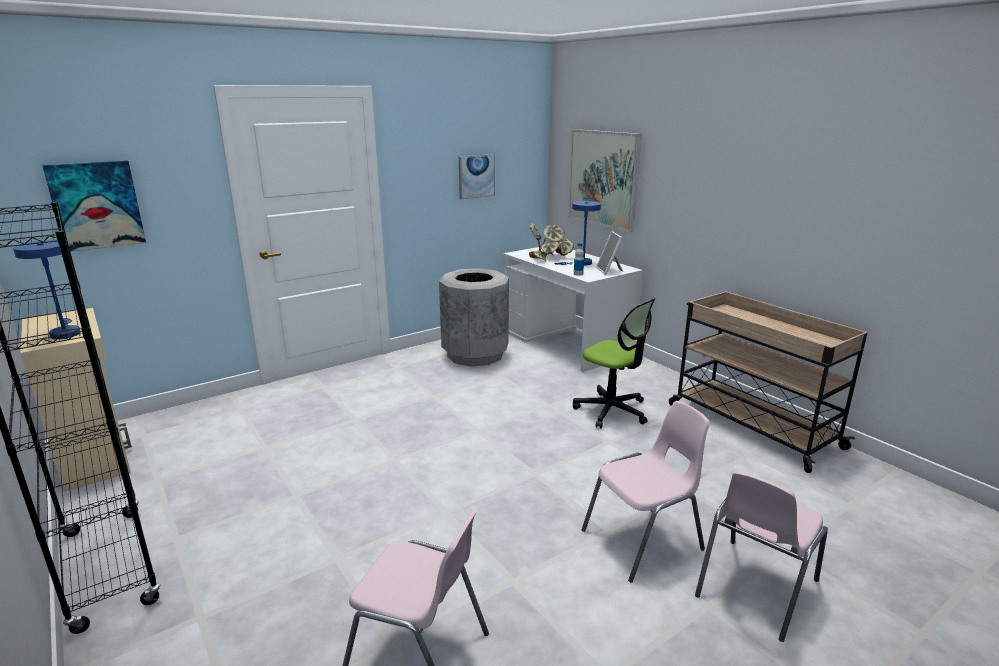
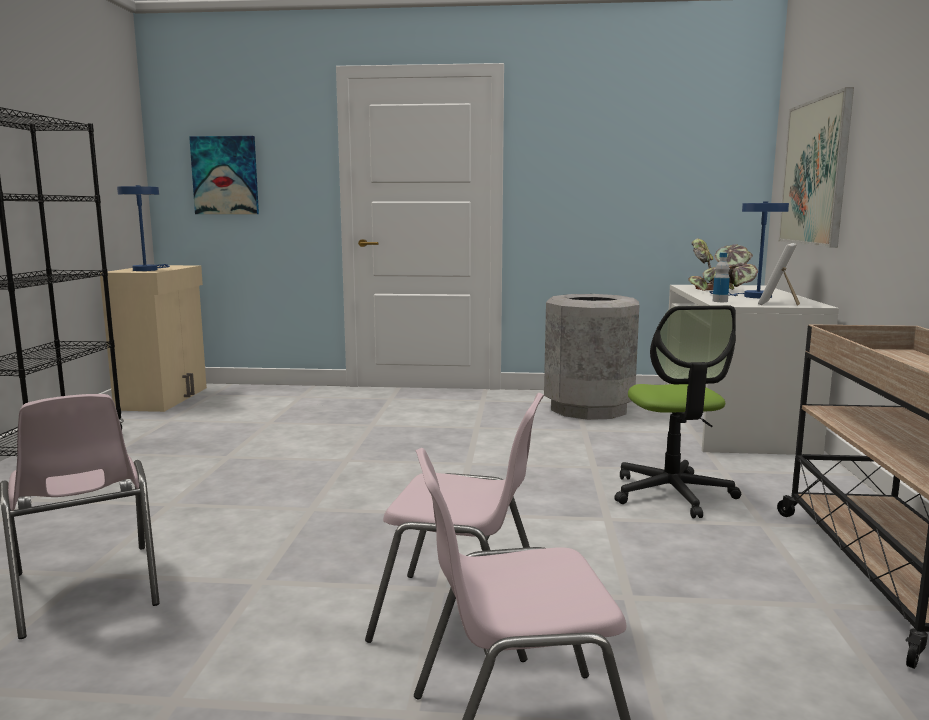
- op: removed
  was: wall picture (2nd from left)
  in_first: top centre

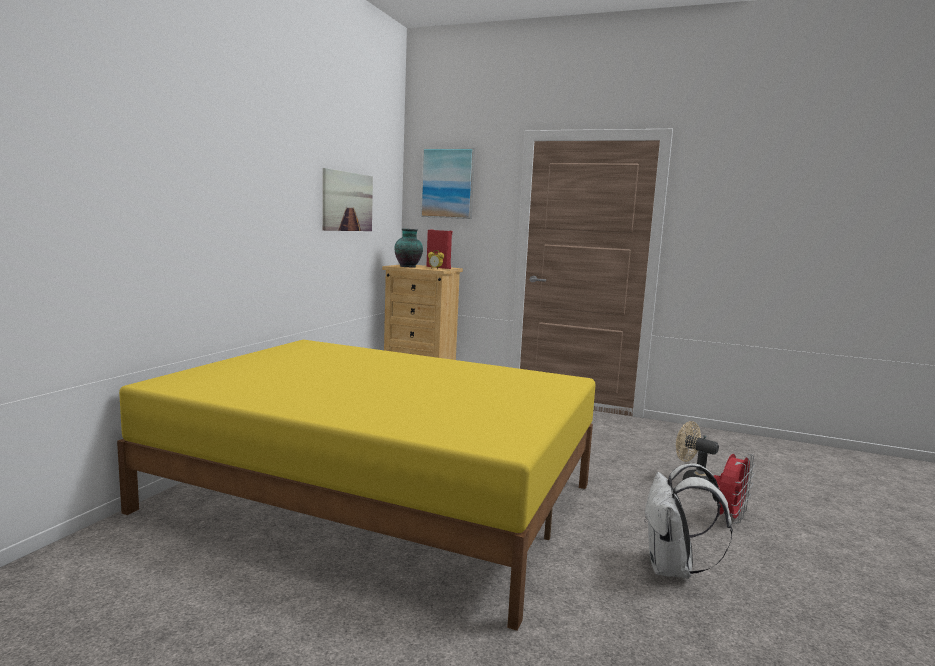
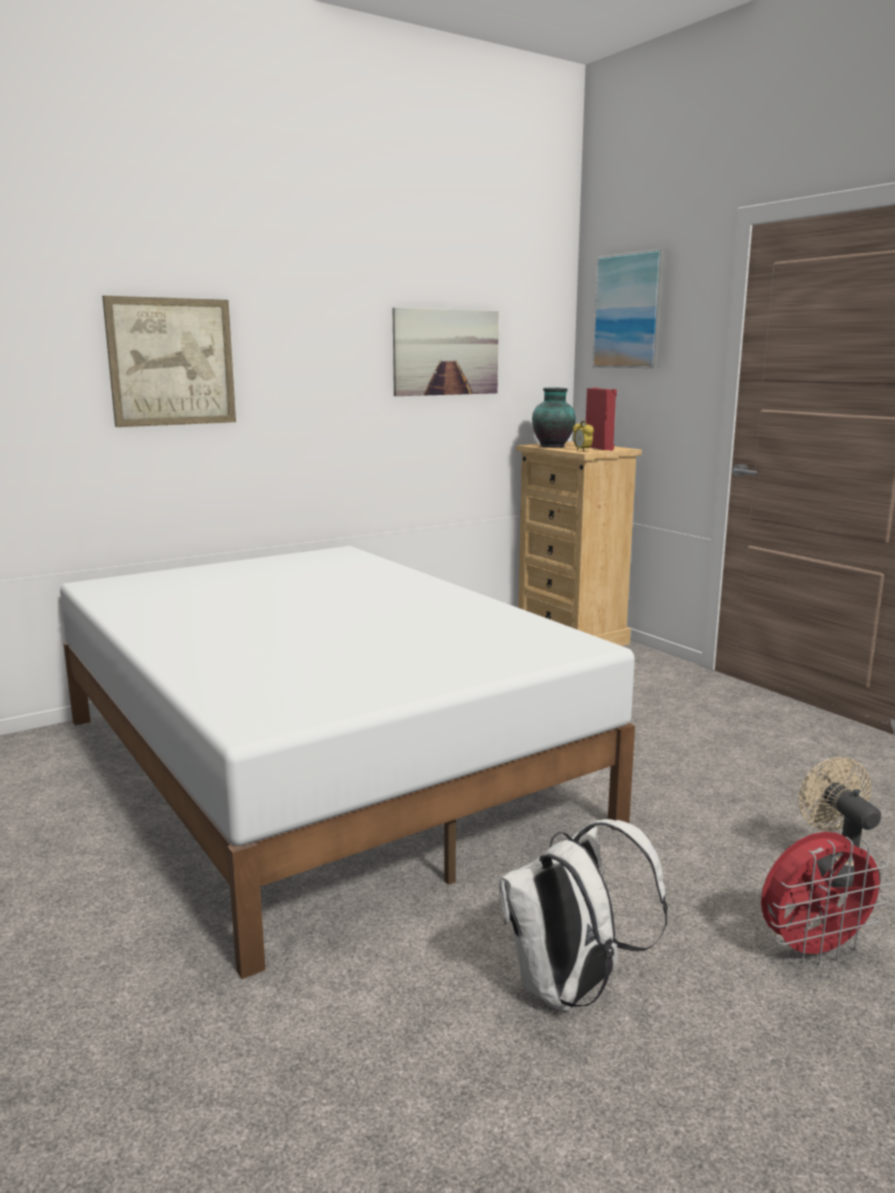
- op: recoloured
  was: sleeping bed/yellow-coloured
  now: sleeping bed/white
  in_first: bottom centre
  in_second: centre
- op: added
  now: wall picture (1st from left)
  in_second: top left

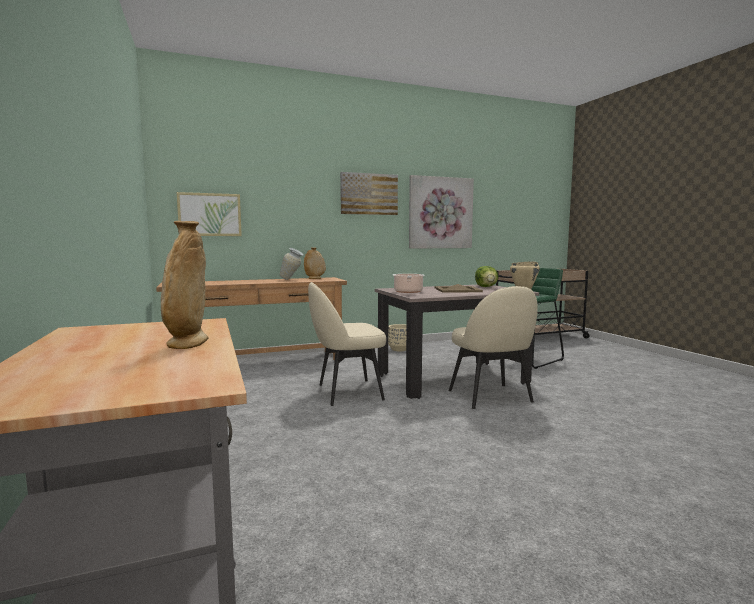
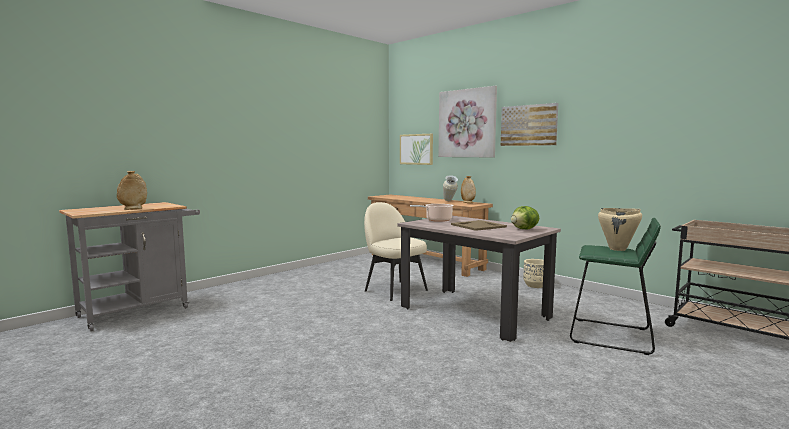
- op: moved
  was: wall picture (3rd from left in the first image)
  now: wall picture (2nd from left)
  in_first: centre
  in_second: top centre
- op: removed
  was: chair/sand-coloured (2nd from left)
  in_first: centre

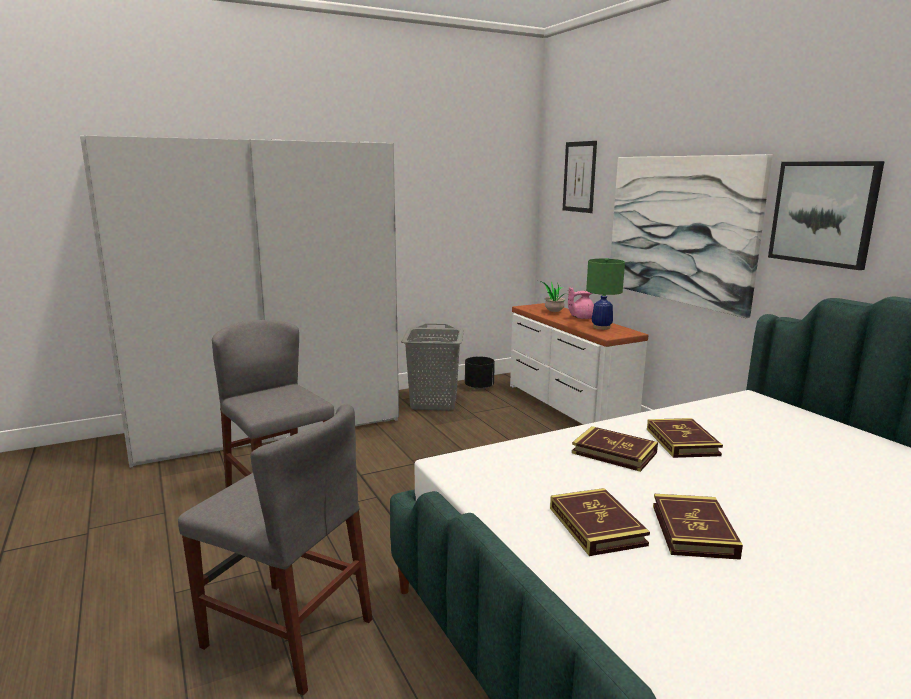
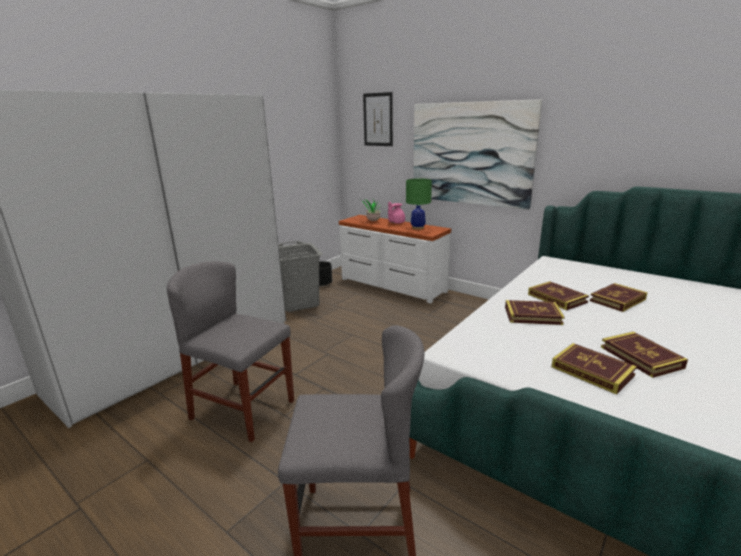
- op: removed
  was: wall picture (3rd from left)
  in_first: top right
- op: added
  now: bound book (4th from left)
  in_second: middle right

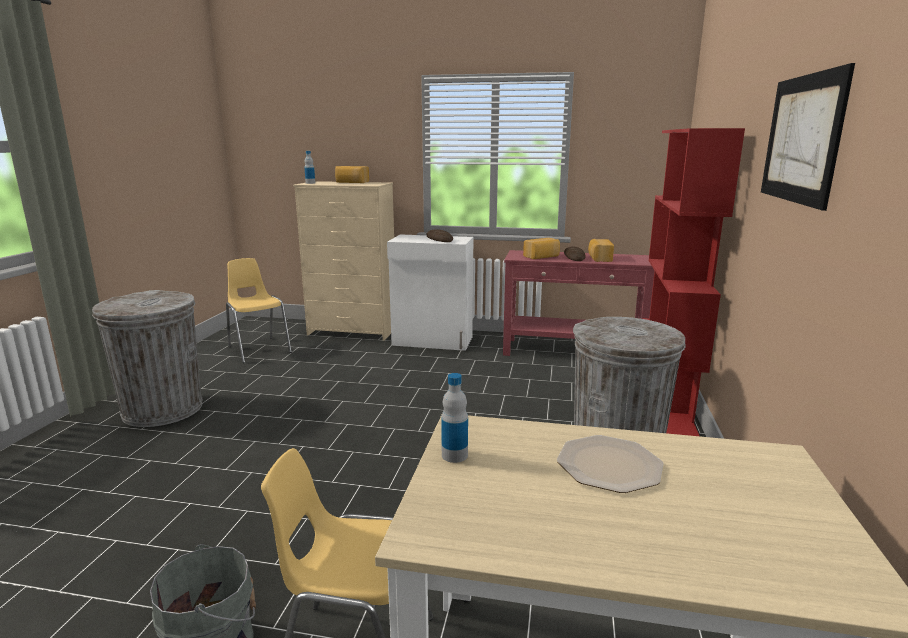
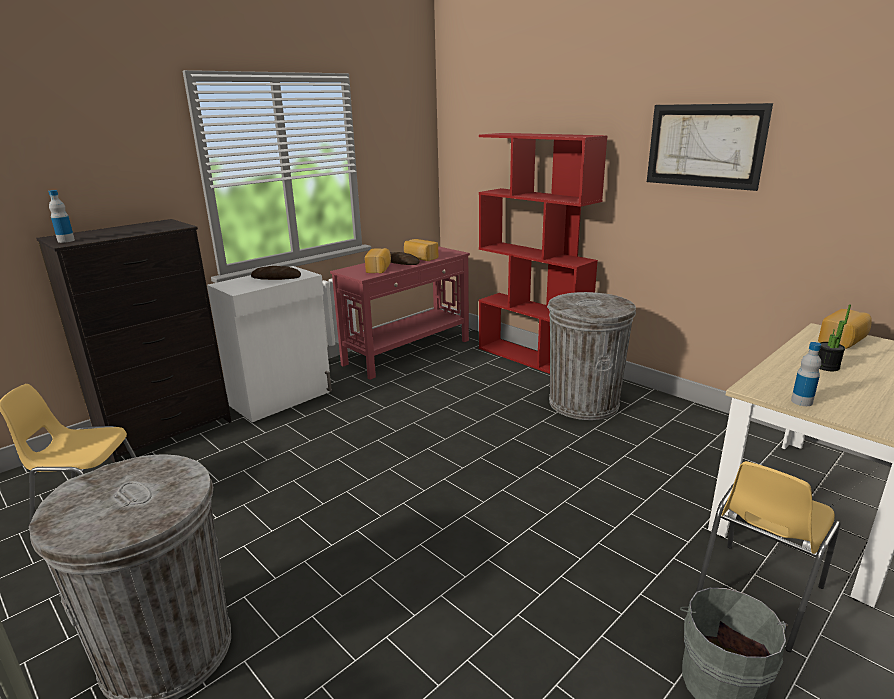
- op: moved
  was: bread (1st from left in the first image)
  now: bread (5th from left)
  in_first: top centre
  in_second: middle right
- op: recoloured
  was: drawer chest/sand-coloured
  now: drawer chest/blackish
  in_first: centre
  in_second: middle left
- op: replaced
  was: dinner plate
  now: houseplant
  in_first: bottom right
  in_second: middle right

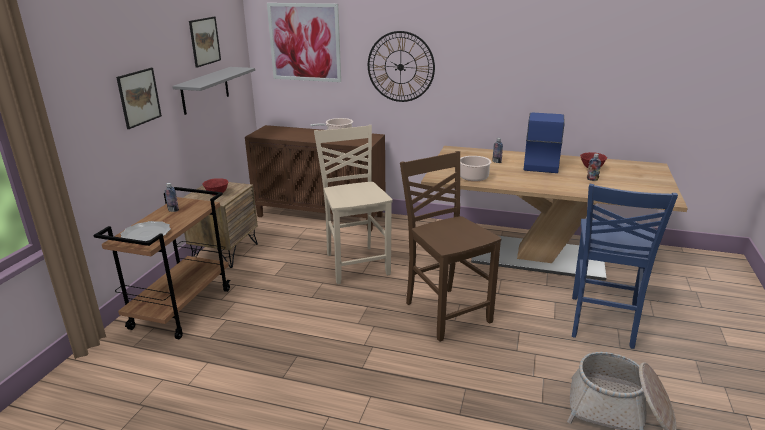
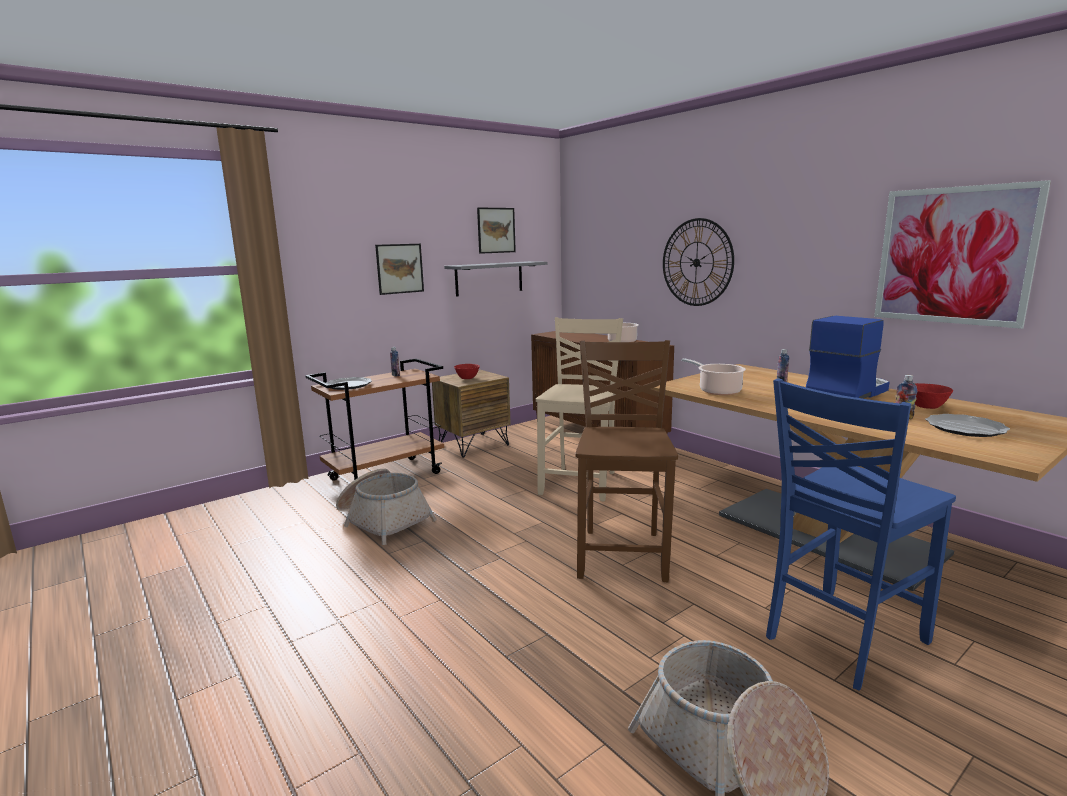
- op: moved
  was: wall picture (3rd from left)
  in_first: top centre
  in_second: top right
- op: added
  now: dinner plate (2nd from left)
  in_second: middle right
- op: added
  now: basket (1st from left)
  in_second: centre

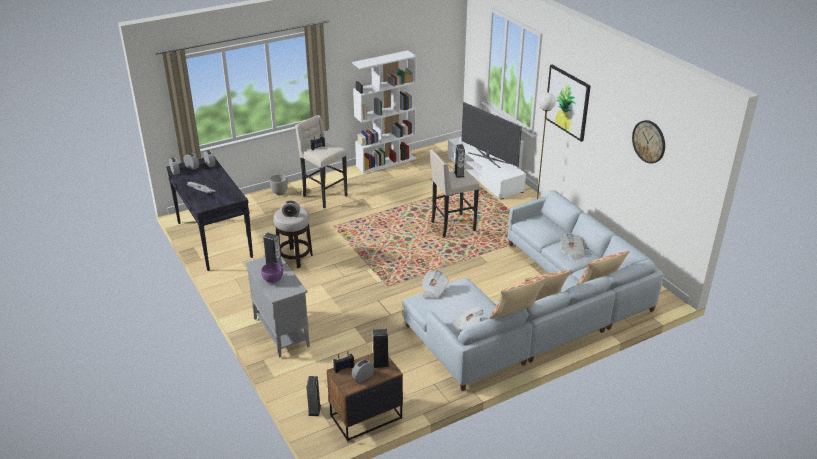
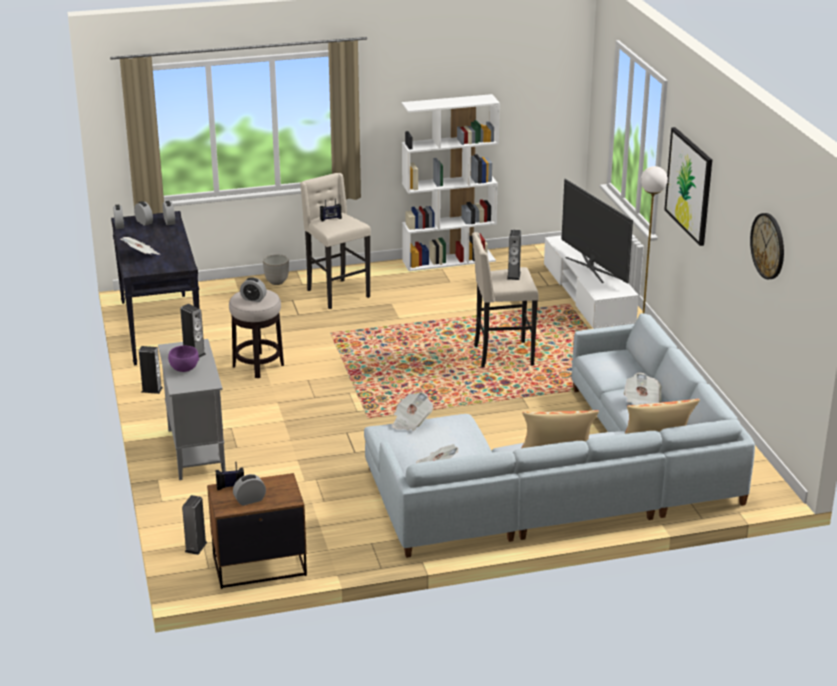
- op: removed
  was: pillow (1st from left)
  in_first: centre
- op: moved
  was: speaker (3rd from left in the first image)
  now: speaker (1st from left)
  in_first: bottom centre
  in_second: middle left

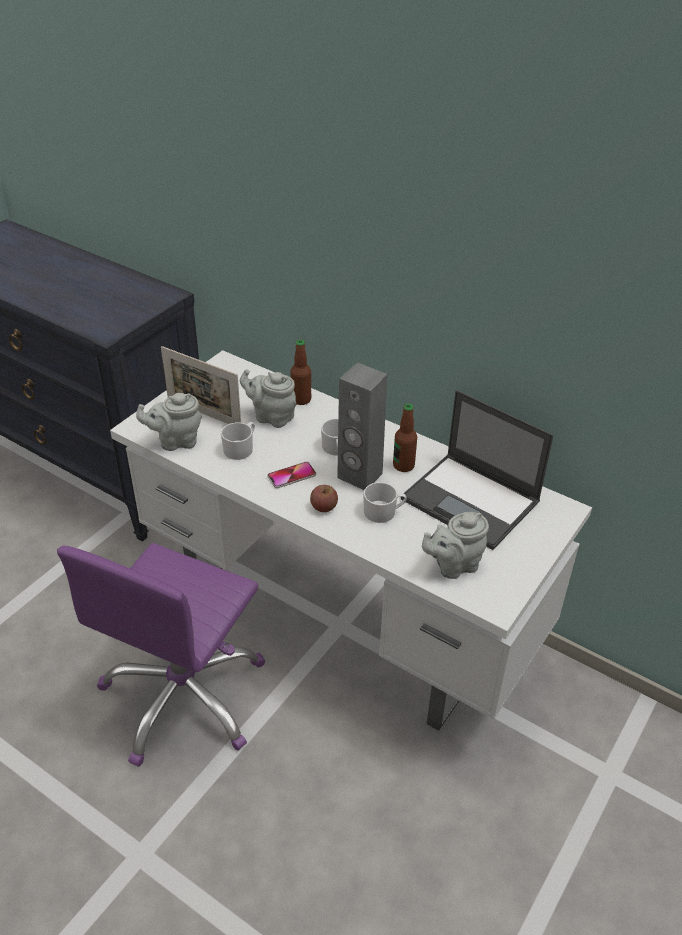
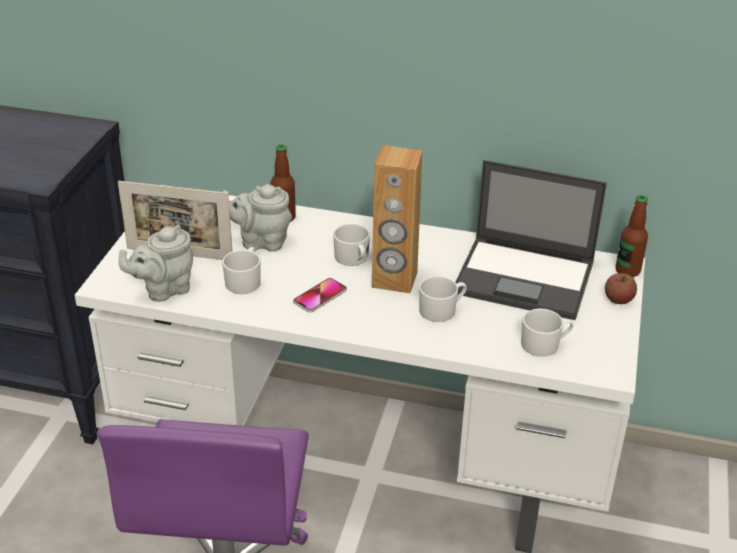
- op: recoloured
  was: speaker/greyish
  now: speaker/brown
  in_first: centre
  in_second: centre
- op: moved
  was: beverage bottle (2nd from left)
  in_first: centre
  in_second: middle right
- op: moved
  was: apple fruit
  in_first: centre
  in_second: middle right
- op: replaced
  was: teapot/greyish (3rd from left)
  now: coffee mug/white (4th from left)
  in_first: middle right
  in_second: middle right

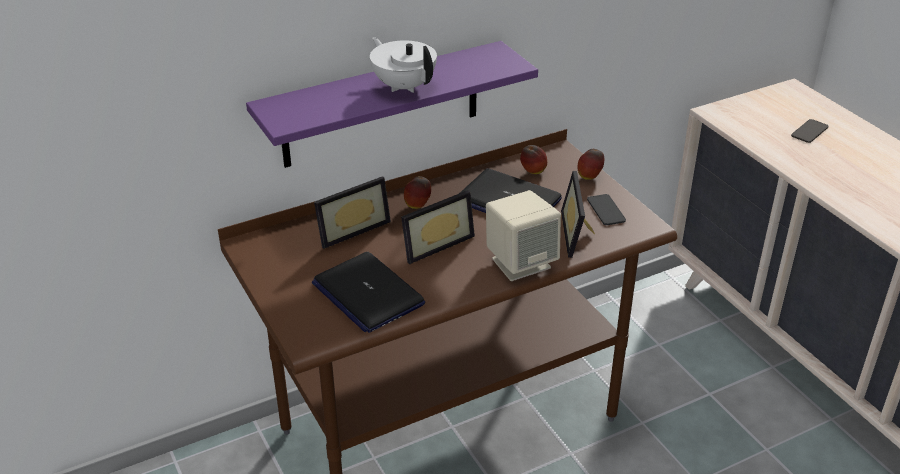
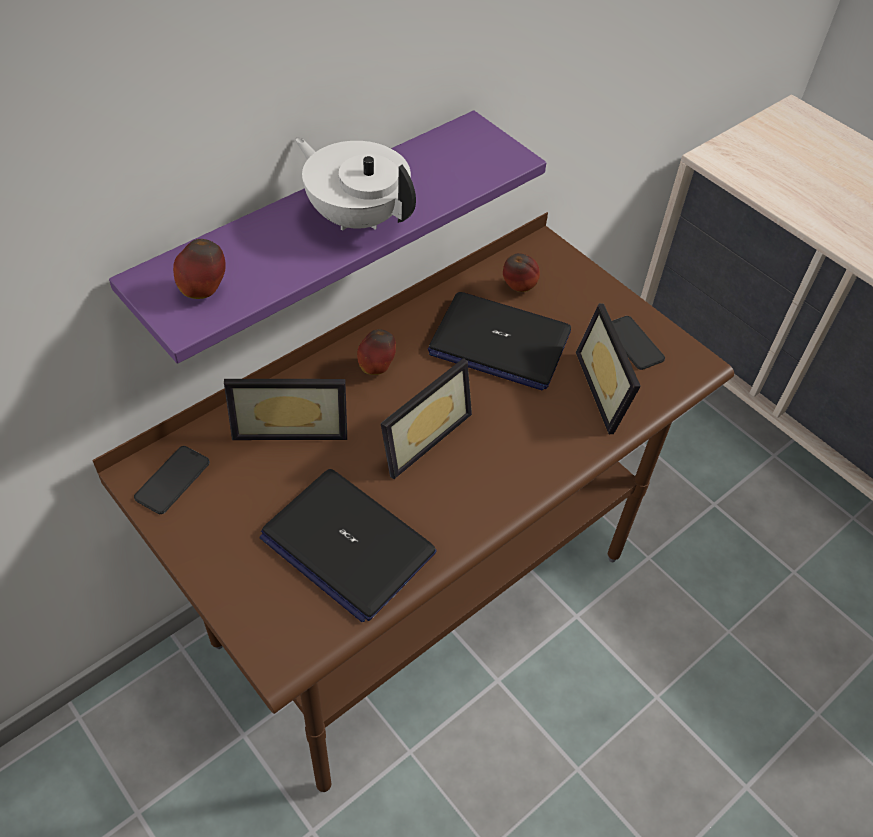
- op: moved
  was: handset (2nd from left in the first image)
  now: handset (1st from left)
  in_first: top right
  in_second: middle left
- op: moved
  was: apple fruit (3rd from left in the first image)
  now: apple fruit (1st from left)
  in_first: centre
  in_second: top left
- op: turned
  was: picture frame (1st from left)
  in_first: centre
  in_second: middle left
  clockwise: 45
- op: removed
  was: speaker/sand-coloured
  in_first: centre

